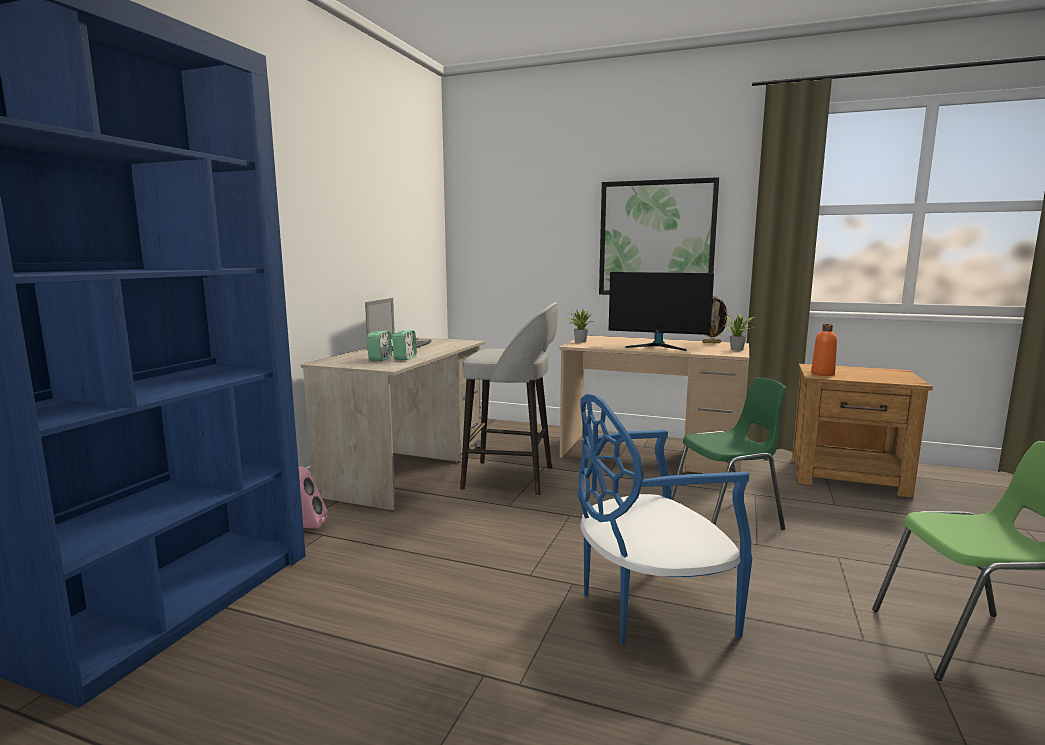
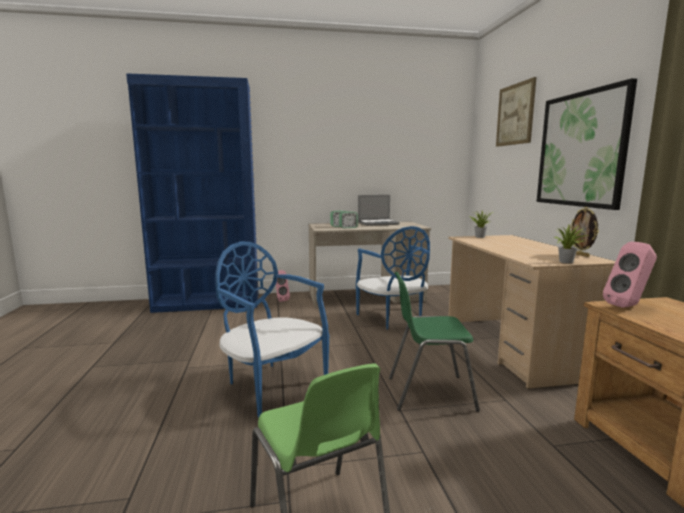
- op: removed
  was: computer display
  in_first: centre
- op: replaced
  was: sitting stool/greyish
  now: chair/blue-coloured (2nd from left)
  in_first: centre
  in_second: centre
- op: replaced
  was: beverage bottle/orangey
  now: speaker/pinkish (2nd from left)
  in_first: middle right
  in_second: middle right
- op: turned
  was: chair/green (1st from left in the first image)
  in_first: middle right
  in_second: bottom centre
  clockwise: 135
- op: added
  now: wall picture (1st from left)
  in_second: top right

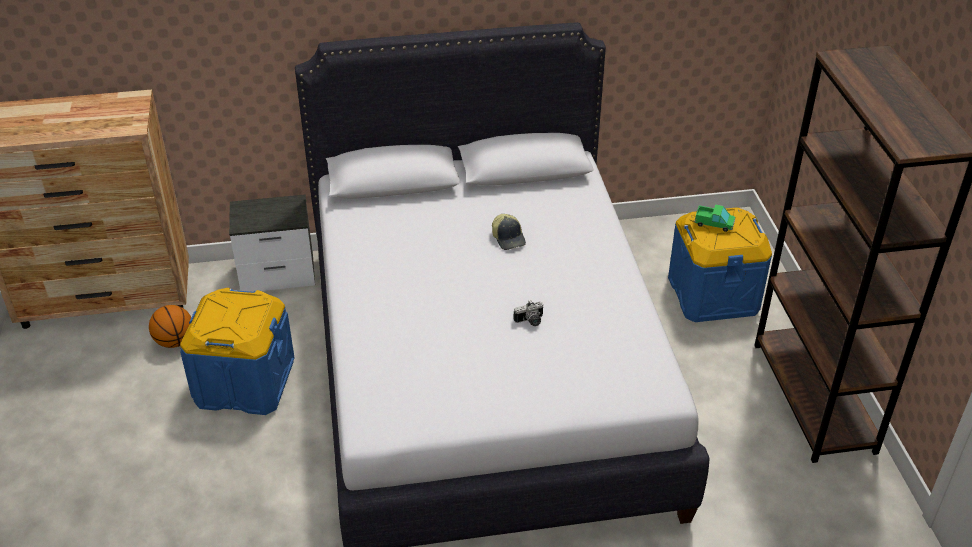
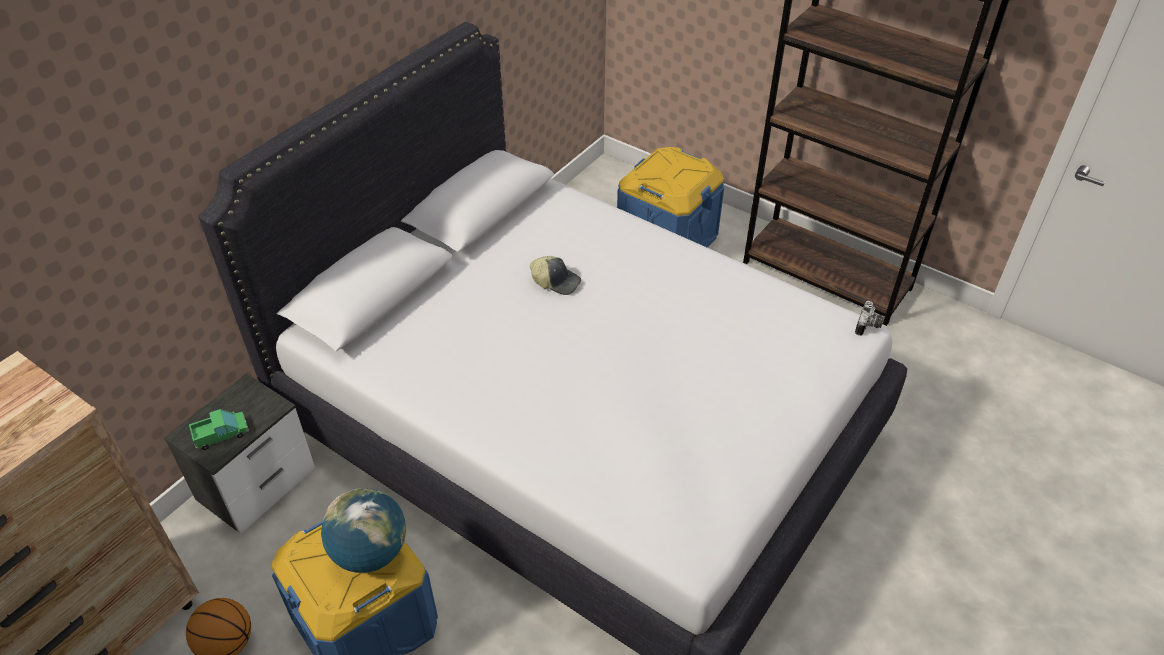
- op: moved
  was: toy truck
  in_first: middle right
  in_second: middle left
- op: moved
  was: photo camera
  in_first: centre
  in_second: middle right
- op: added
  now: world globe
  in_second: bottom left

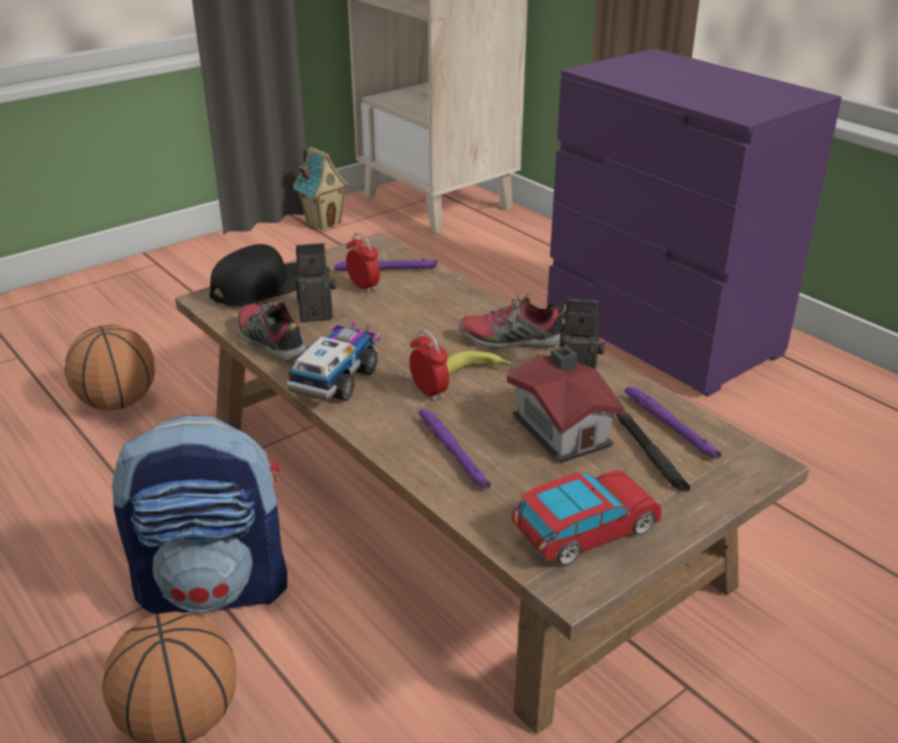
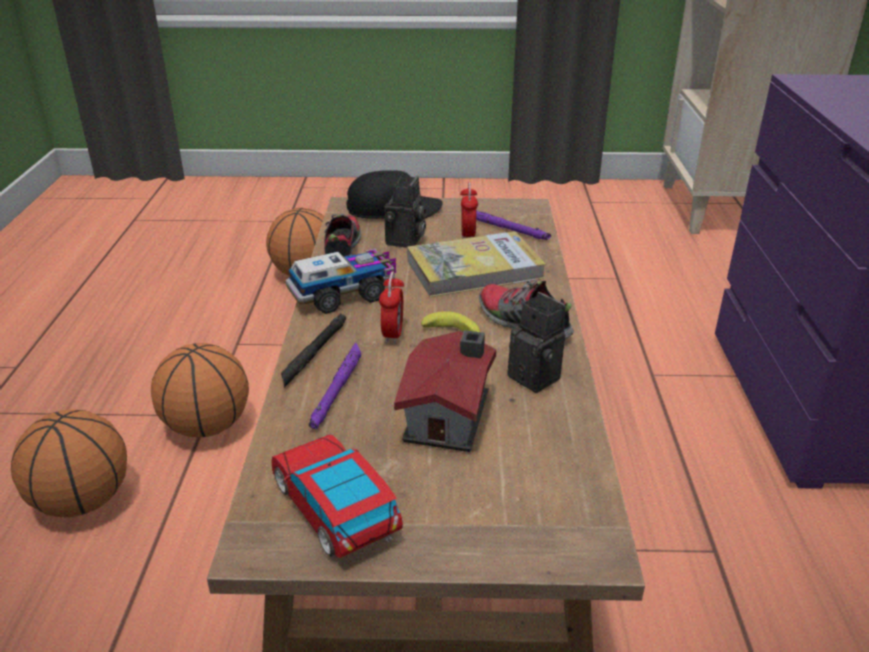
- op: removed
  was: miniature house (1st from left)
  in_first: top centre
- op: turned
  was: photo camera (1st from left)
  in_first: centre
  in_second: top centre
  clockwise: 75
- op: removed
  was: flashlight/purplish (3rd from left)
  in_first: middle right
- op: moved
  was: flashlight/blackish
  in_first: middle right
  in_second: centre
- op: replaced
  was: backpack
  now: ball for basketball (2nd from left)
  in_first: bottom left
  in_second: middle left
- op: turned
  was: miniature car
  in_first: bottom centre
  in_second: bottom centre
  clockwise: -135
- op: added
  now: bound book
  in_second: centre

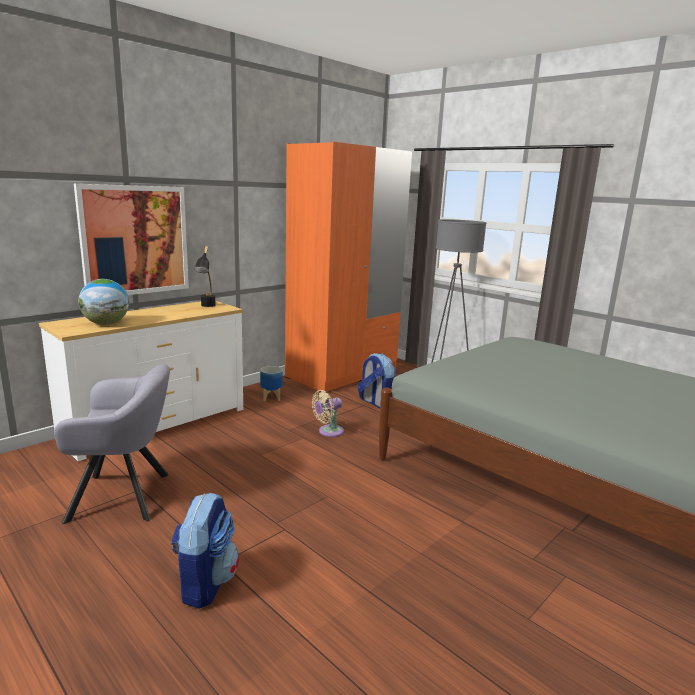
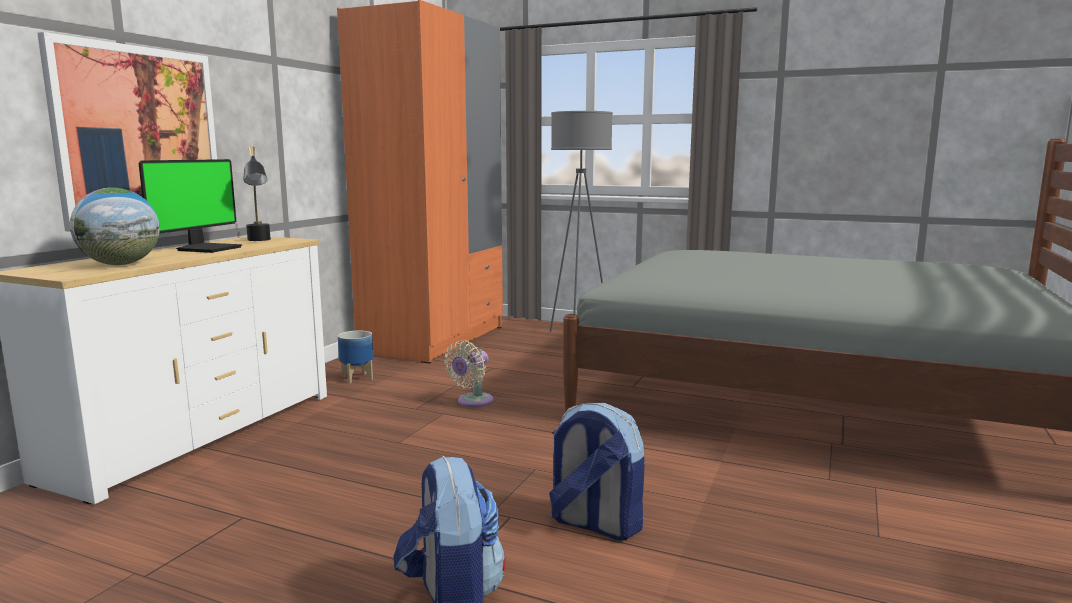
- op: moved
  was: backpack (2nd from left)
  in_first: centre
  in_second: bottom centre
- op: removed
  was: armchair/greyish
  in_first: middle left
- op: added
  now: computer display
  in_second: middle left

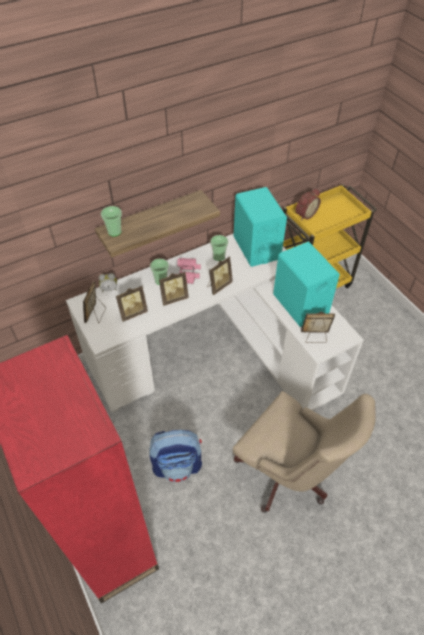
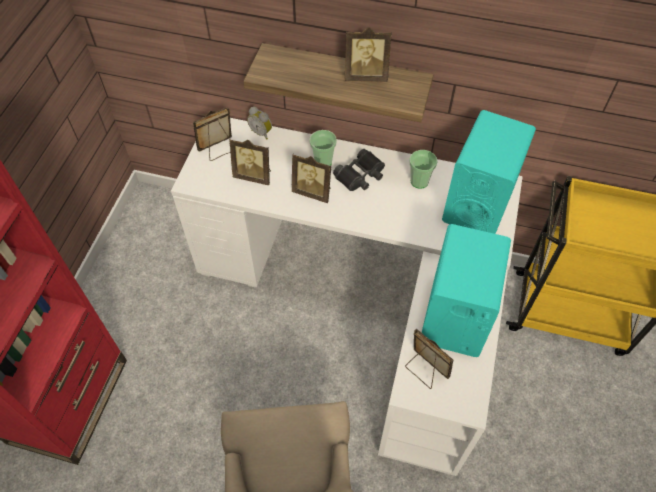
- op: removed
  was: table clock (2nd from left)
  in_first: top right
- op: removed
  was: drinking cup (1st from left)
  in_first: middle left
- op: moved
  was: picture frame (4th from left)
  in_first: centre
  in_second: top centre
- op: recoloured
  was: pair of binoculars/pinkish
  now: pair of binoculars/blackish
  in_first: centre
  in_second: centre
- op: removed
  was: backpack
  in_first: bottom centre

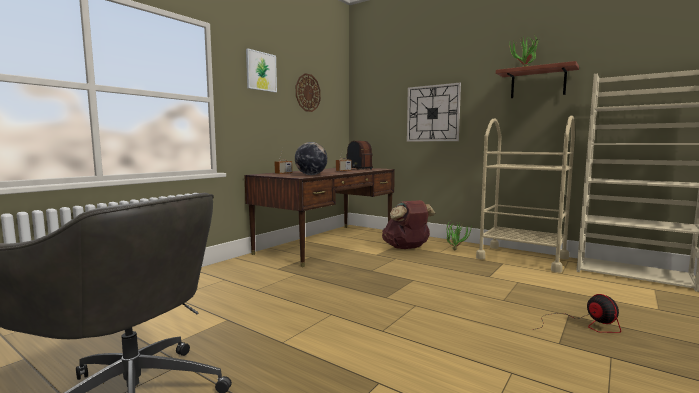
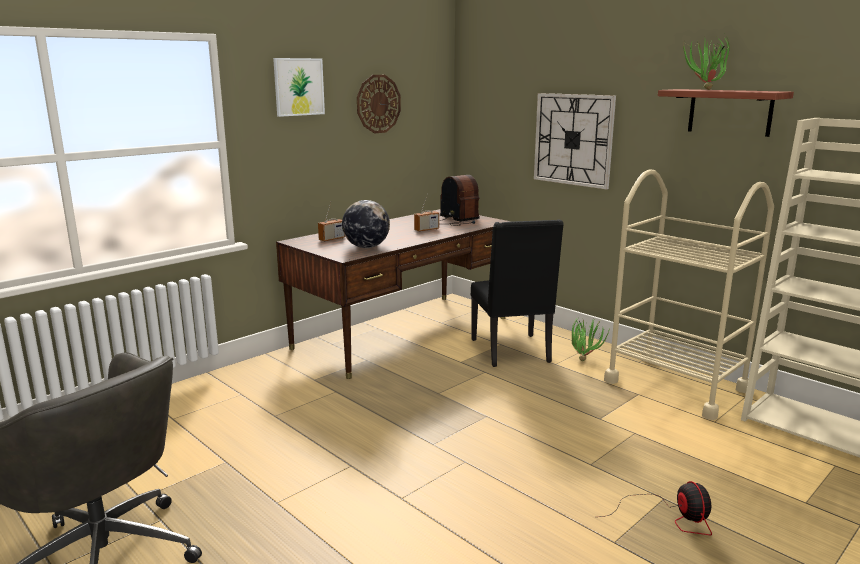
- op: replaced
  was: backpack/brown
  now: chair/blackish
  in_first: centre
  in_second: centre

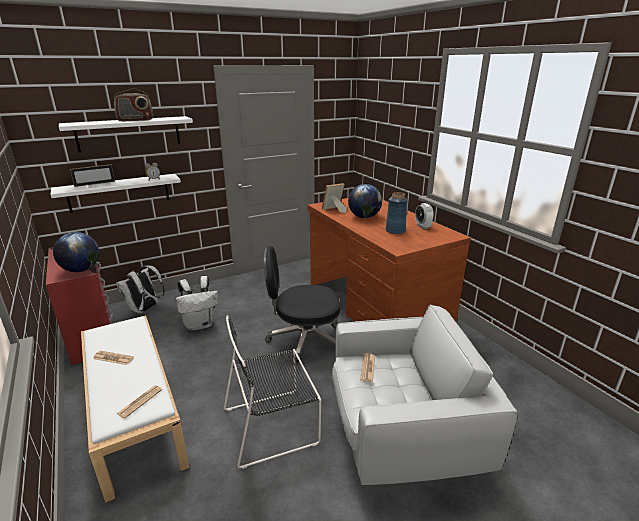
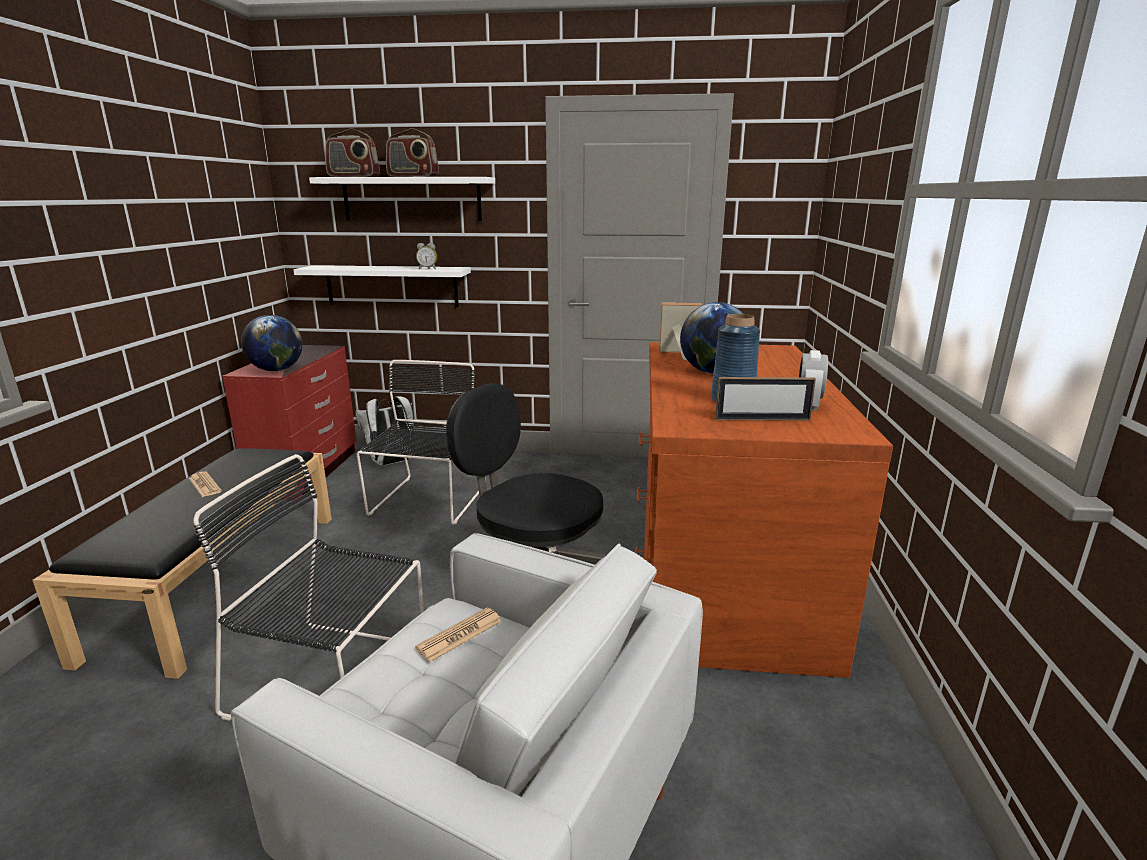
- op: moved
  was: picture frame (1st from left in the first image)
  now: picture frame (2nd from left)
  in_first: middle left
  in_second: middle right
- op: replaced
  was: backpack/white (2nd from left)
  now: chair/blackish (2nd from left)
  in_first: middle left
  in_second: centre
- op: recoloured
  was: long seat/white
  now: long seat/blackish
  in_first: bottom left
  in_second: middle left
- op: removed
  was: newspaper (2nd from left)
  in_first: bottom left
- op: added
  now: radio (1st from left)
  in_second: top left

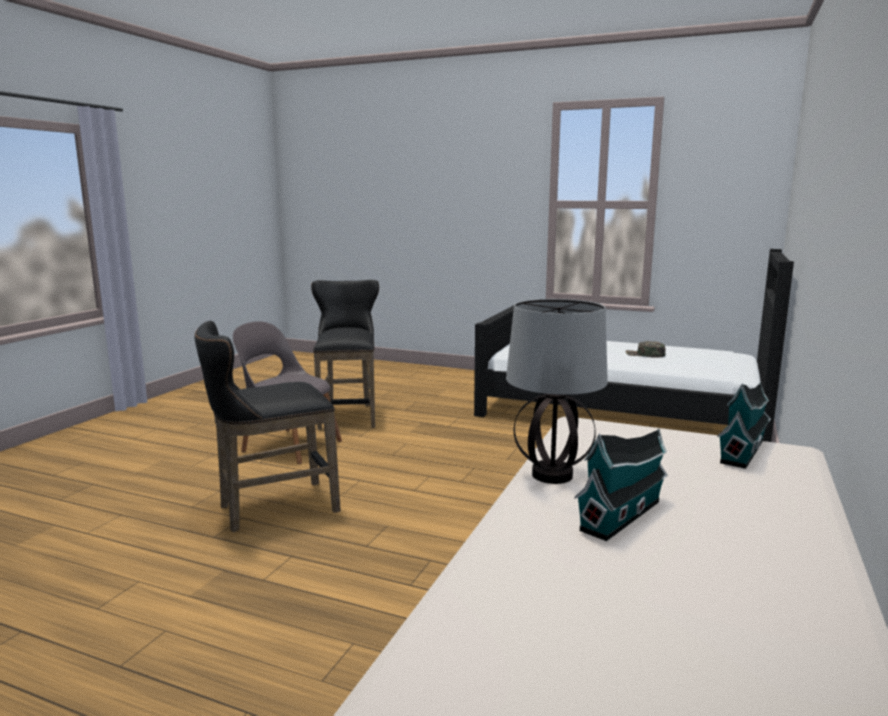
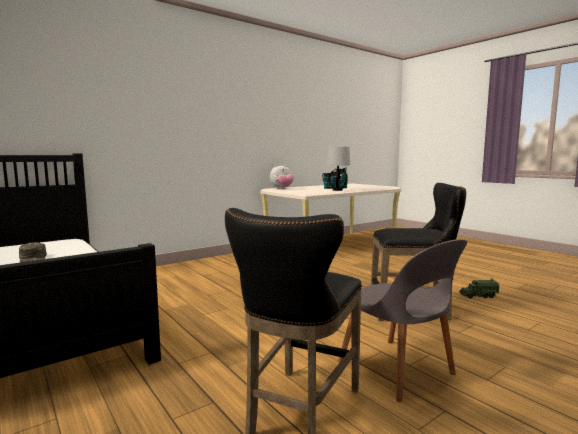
- op: replaced
  was: miniature house (2nd from left)
  now: soft toy
  in_first: middle right
  in_second: centre
- op: added
  now: toy truck
  in_second: middle right

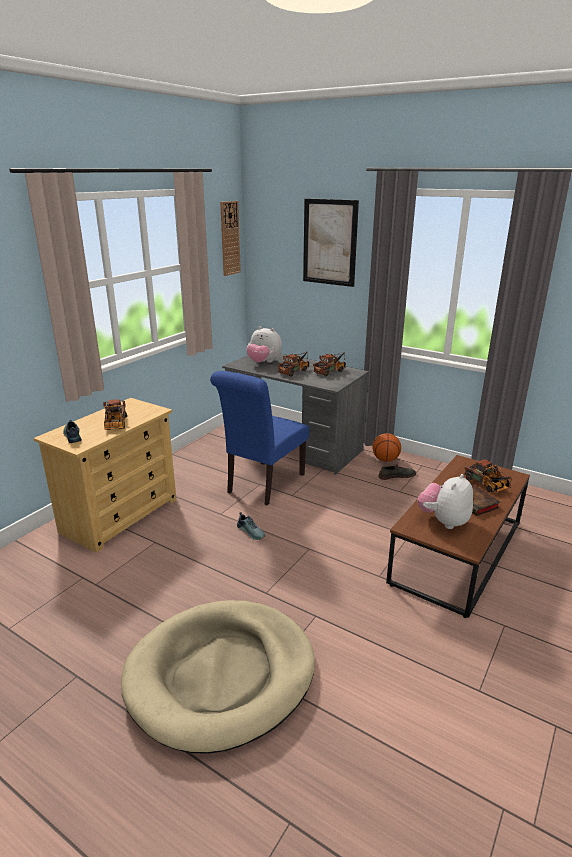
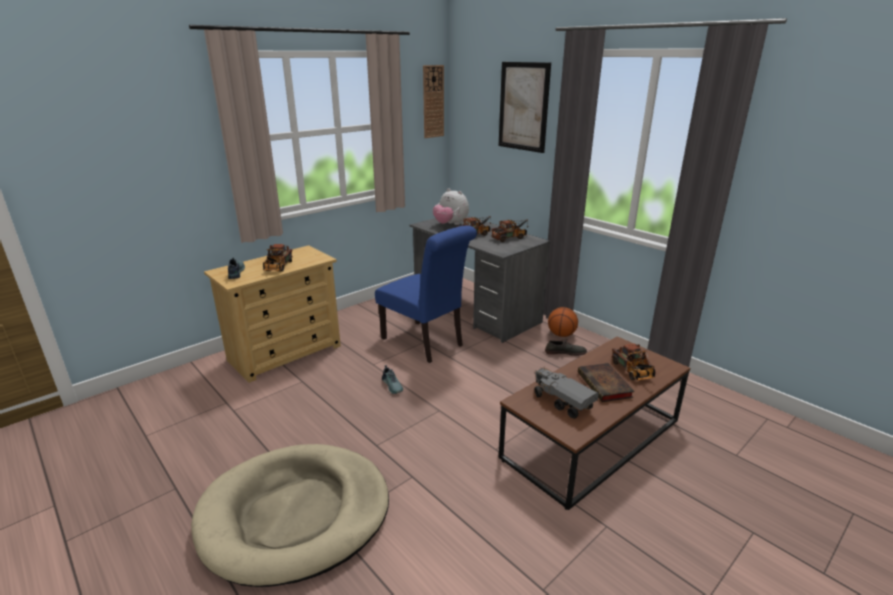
- op: turned
  was: chair/blue-coloured
  in_first: centre
  in_second: centre
  clockwise: -90
- op: replaced
  was: soft toy (2nd from left)
  now: toy truck (4th from left)
  in_first: middle right
  in_second: centre

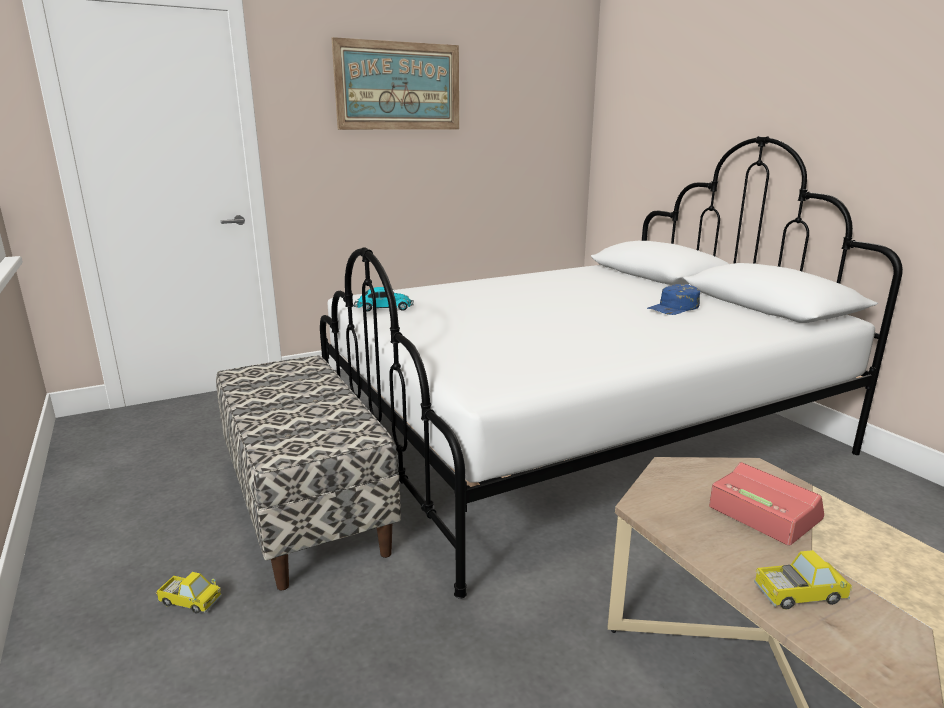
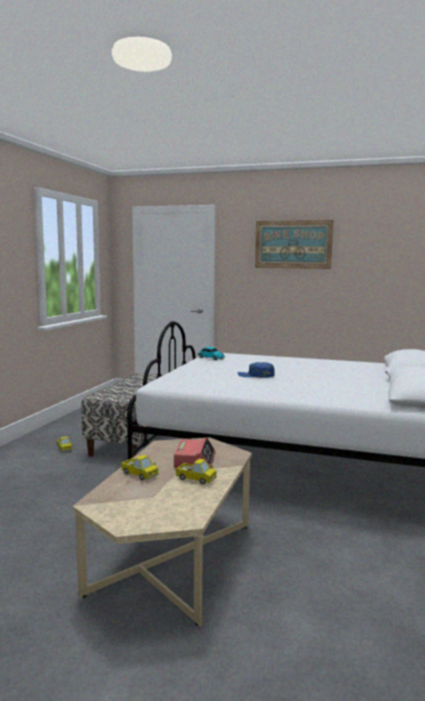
- op: moved
  was: peaked cap/blue-coloured
  in_first: middle right
  in_second: centre
- op: added
  now: toy truck (3rd from left)
  in_second: bottom centre

